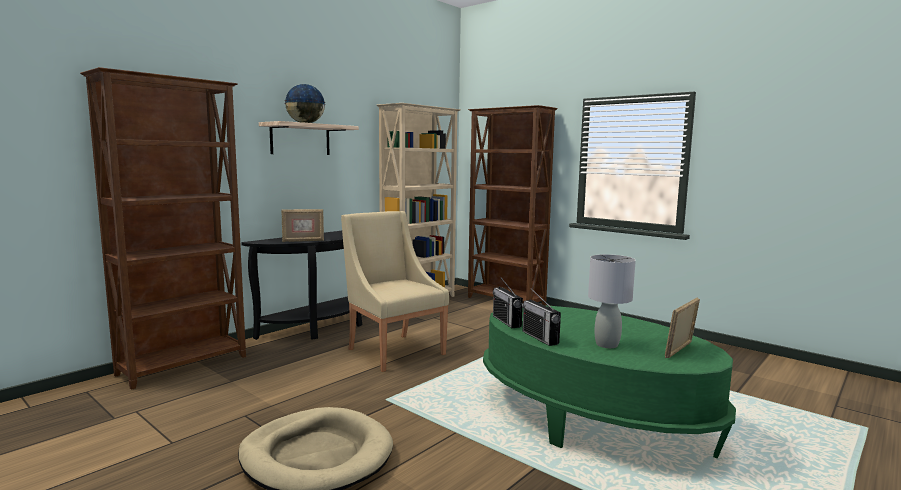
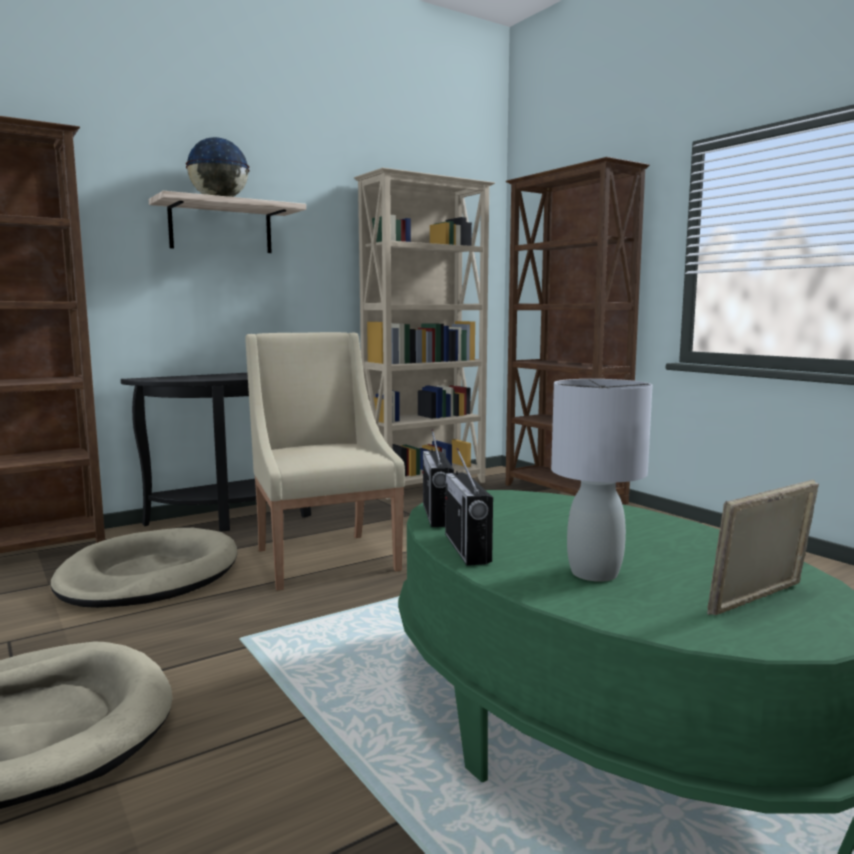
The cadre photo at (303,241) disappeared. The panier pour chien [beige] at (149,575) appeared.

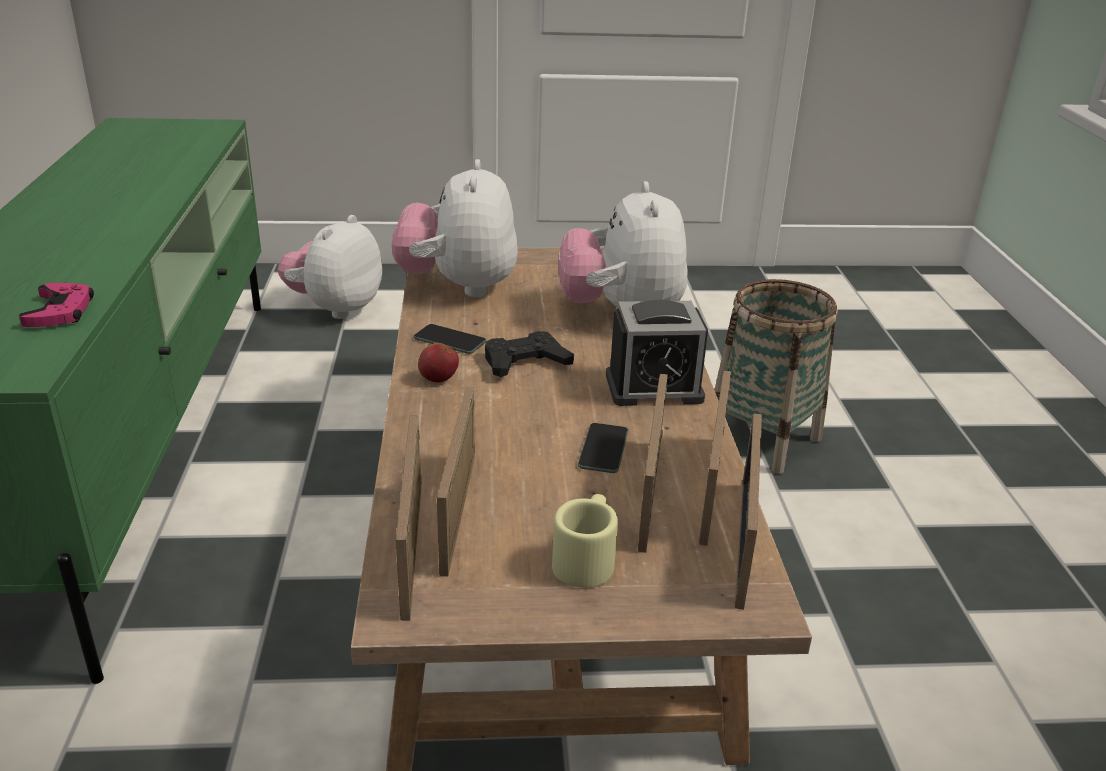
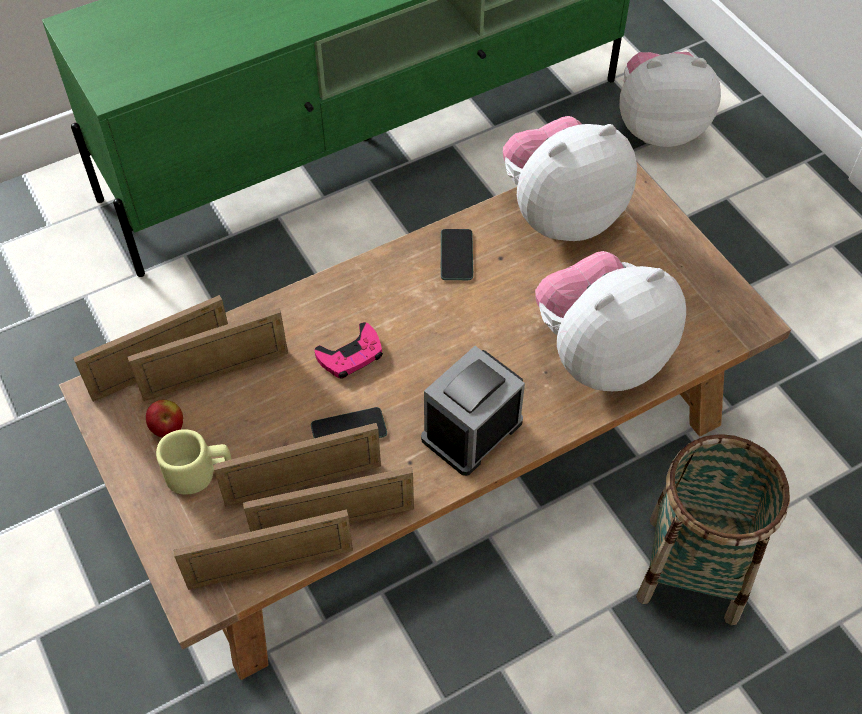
The manette [rose] moved from (60,311) to (351,355). The réveil at (654,388) turned 75 degrees clockwise. The manette [noir] at (525,362) disappeared. The pomme moved from (438,379) to (168,428).

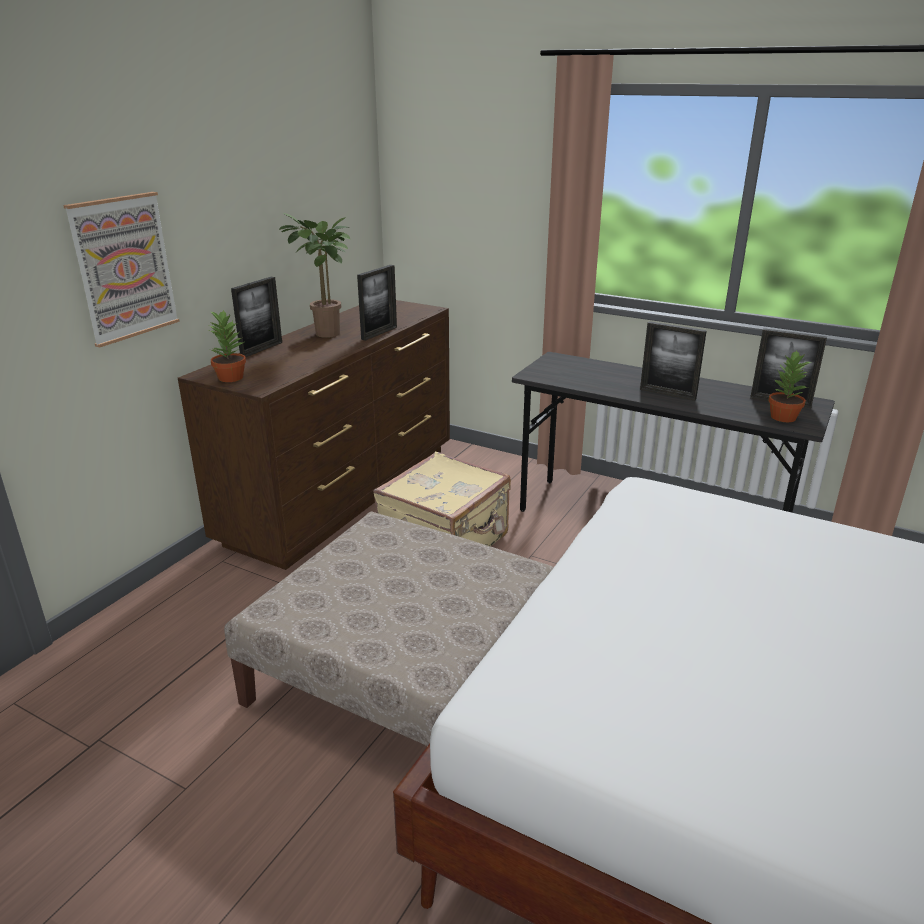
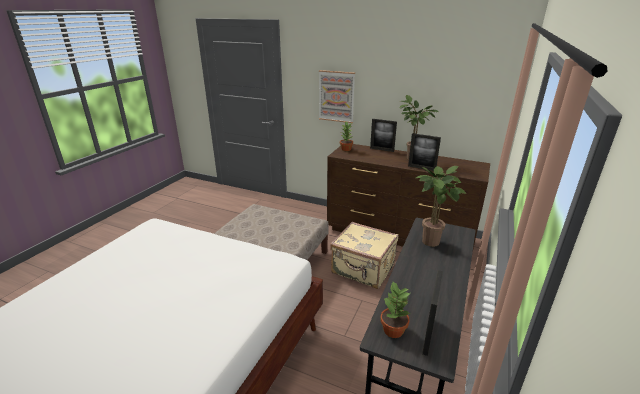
The cadre photo at (667,394) disappeared. The plante en pot at (431,243) appeared.

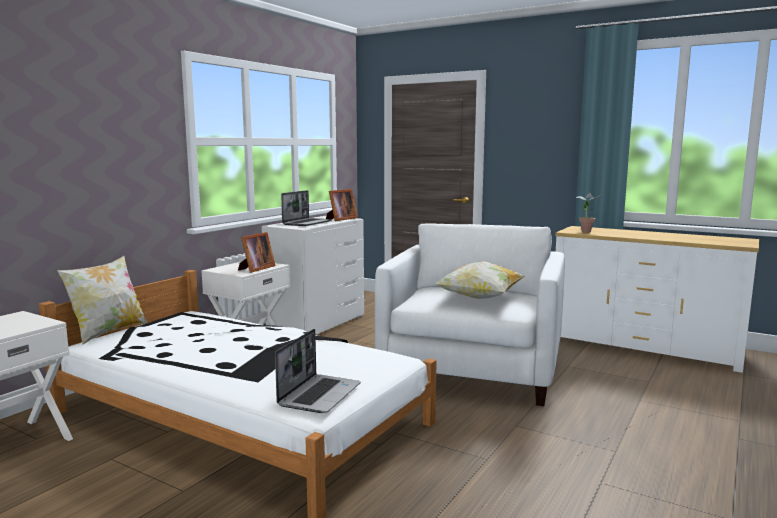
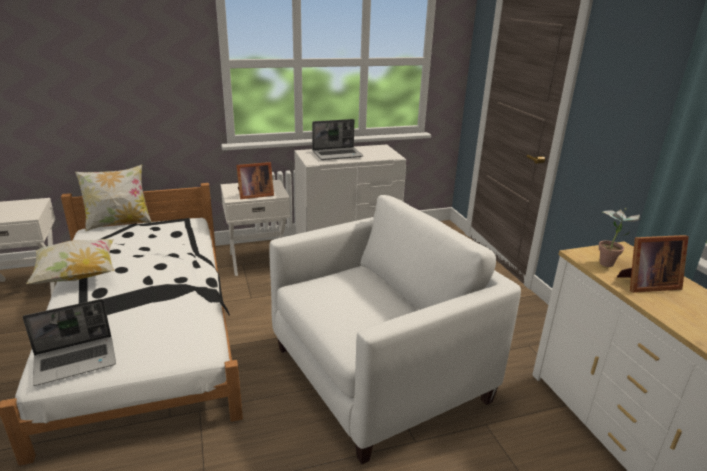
The cadre photo moved from (340,219) to (645,284). The coussin moved from (479,298) to (77,276).

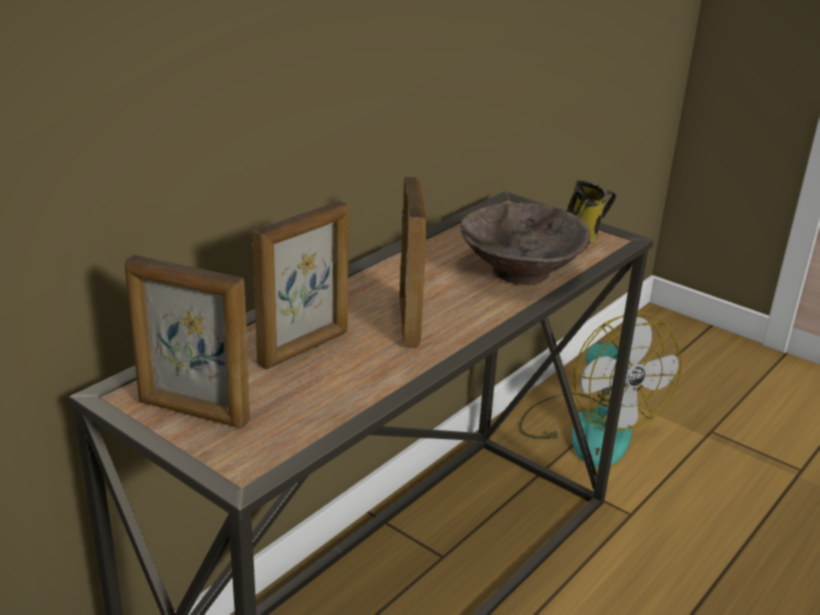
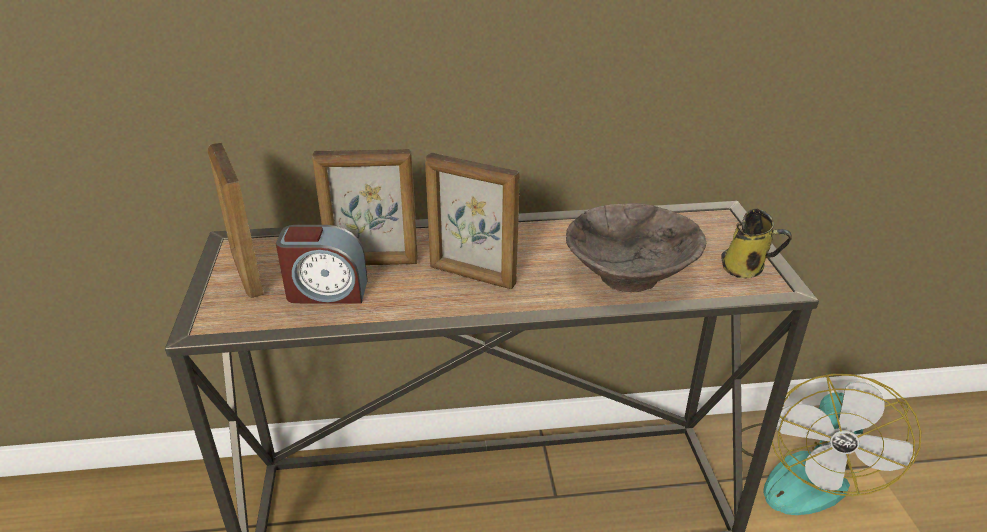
The cadre photo at (409,321) turned 75 degrees clockwise. The réveil at (326,291) appeared.

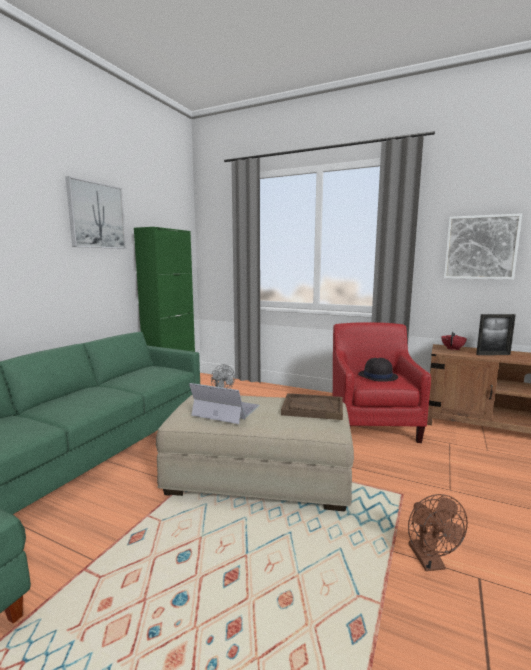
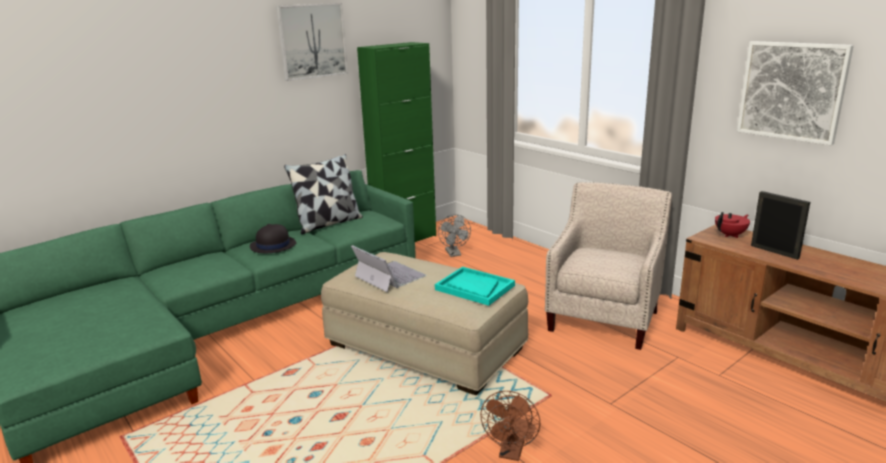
The cadre photo at (493,354) turned 150 degrees counterclockwise. The fauteuil [rouge] at (373,424) became the fauteuil [beige] at (605,317). The chapeau [noir] moved from (377,376) to (273,245). The plateau [marron] at (312,408) became the plateau [turquoise] at (474,288). The coussin at (328,223) appeared.

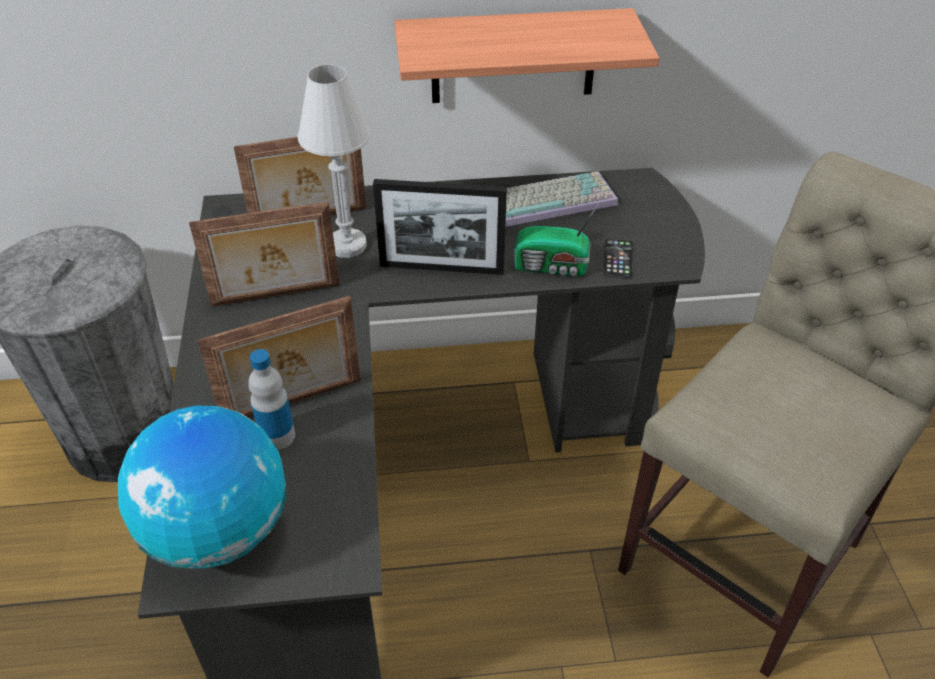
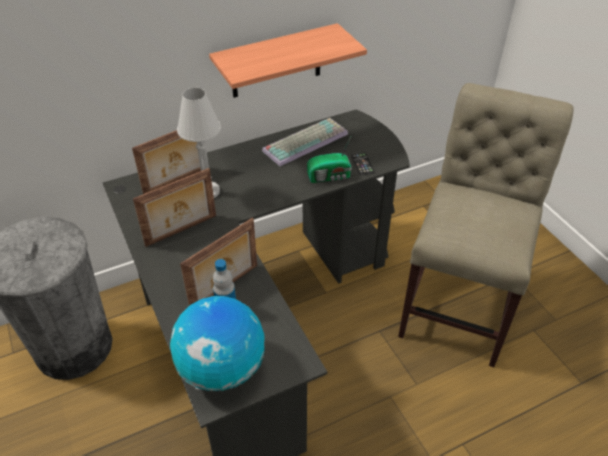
The cadre photo at (441,268) disappeared.

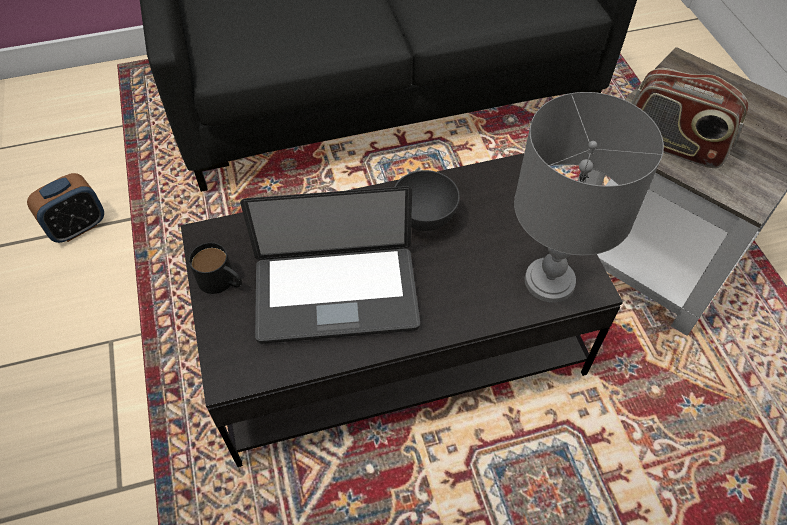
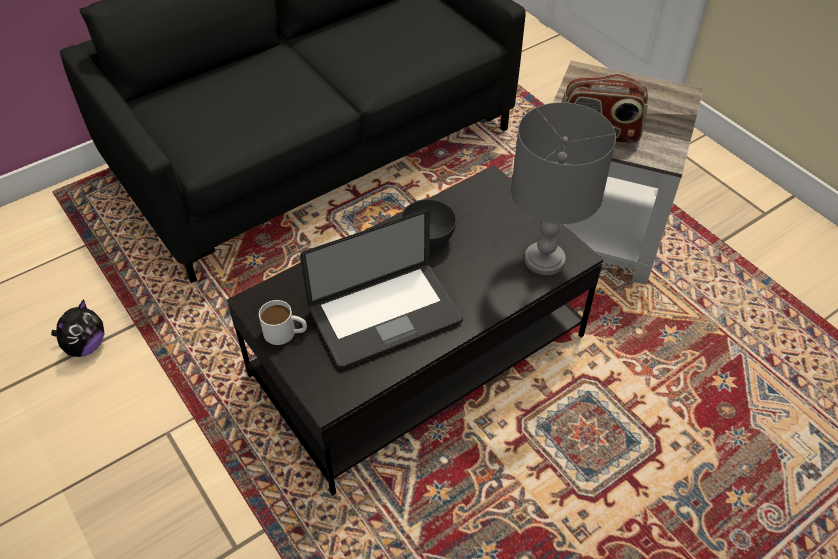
The réveil at (78,227) was replaced by the peluche at (85,346). The mug [noir] at (222,281) became the mug [blanc] at (285,333).

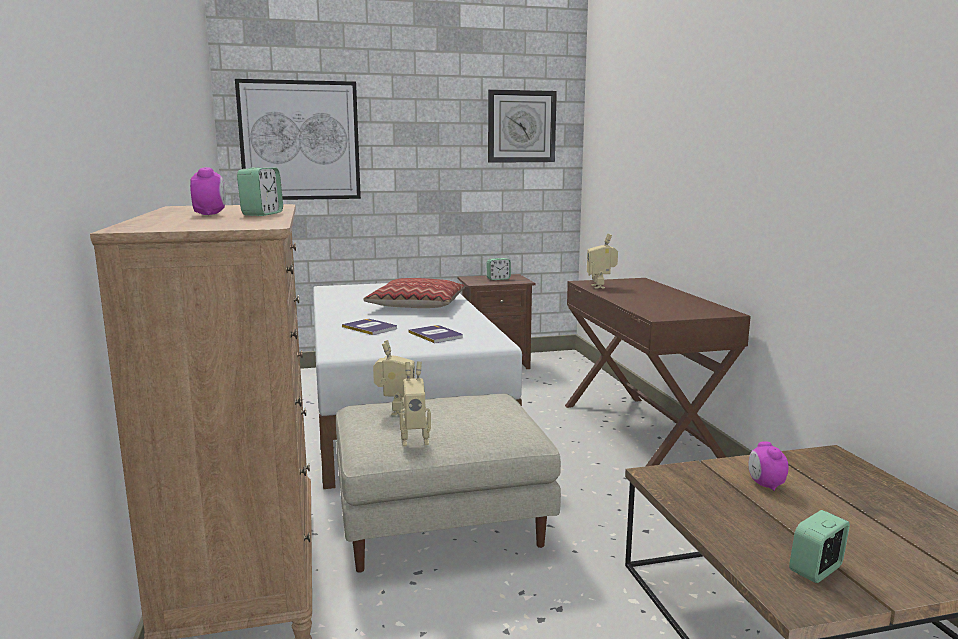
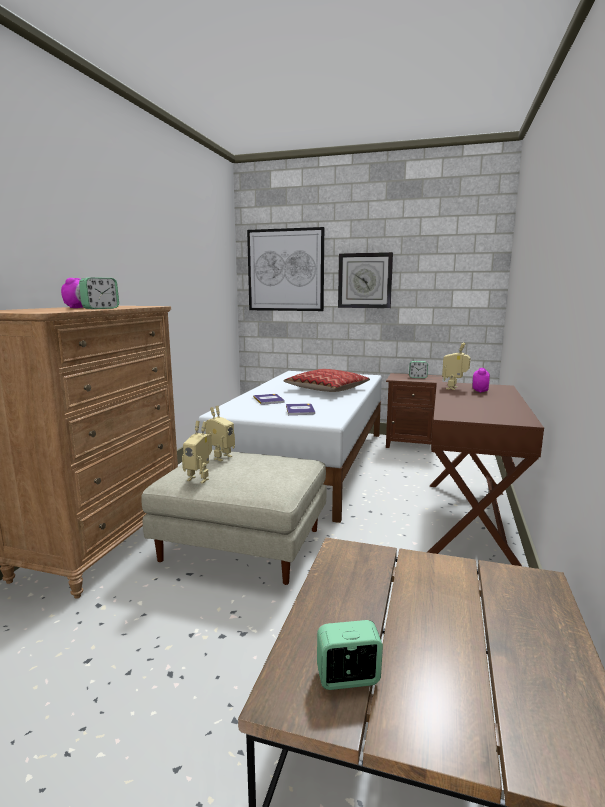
The horloge murale moved from (521,126) to (365,280). The réveil moved from (765,485) to (479,391).

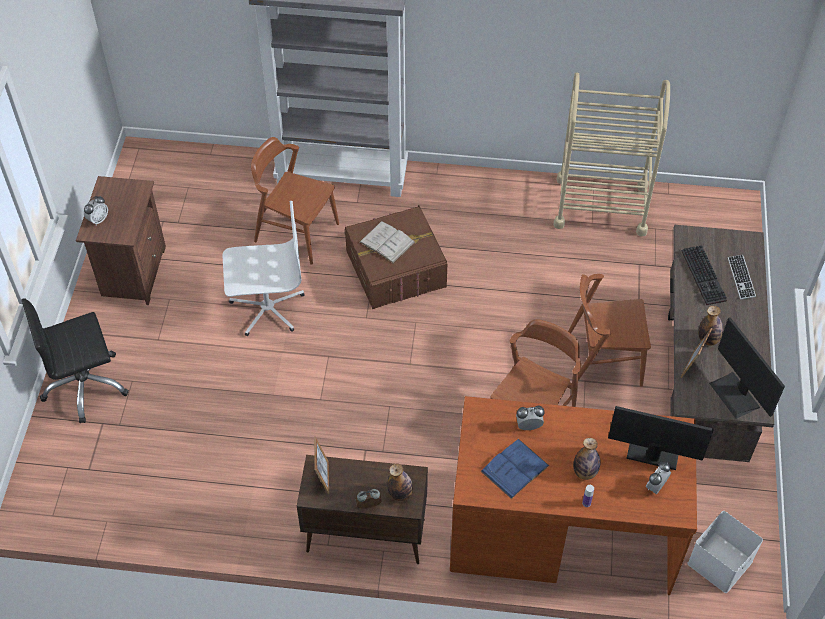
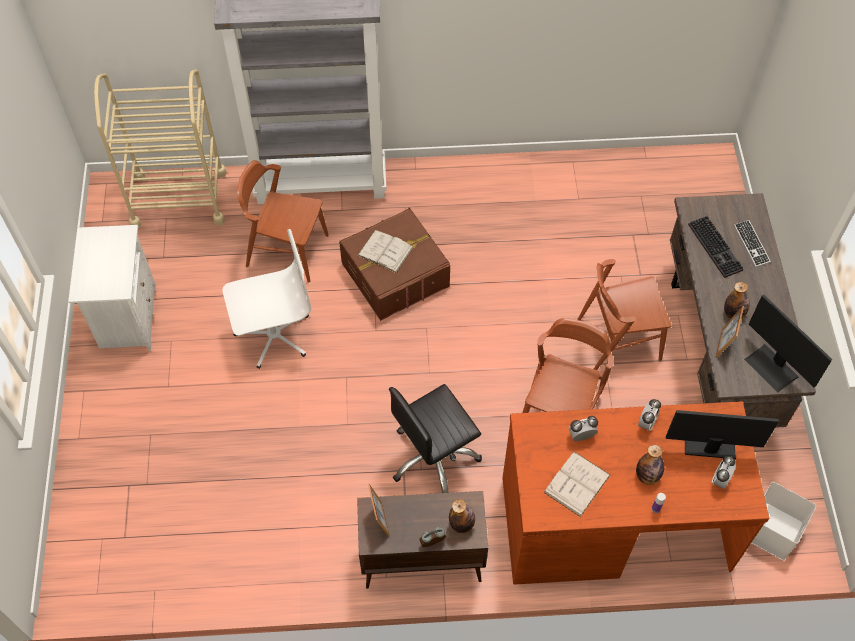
The chariot [beige] moved from (601,206) to (179,198). The table de chevet [marron] at (132,272) became the table de chevet [blanc] at (127,318). The réveil moved from (98,219) to (646,423). The chaise de bureau [noir] moved from (85,386) to (434,457). The livre [bleu] at (515,468) became the livre [blanc] at (577,483).

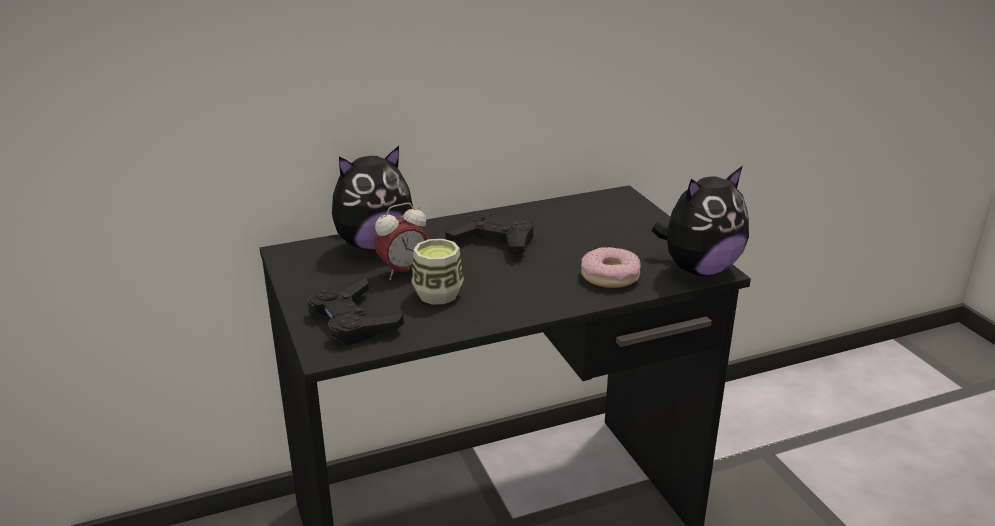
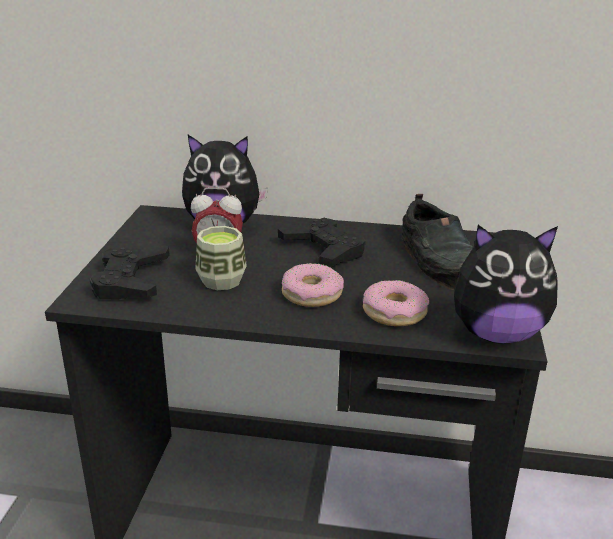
The chaussure [noir] at (440,259) appeared. The beignet at (312,294) appeared.

